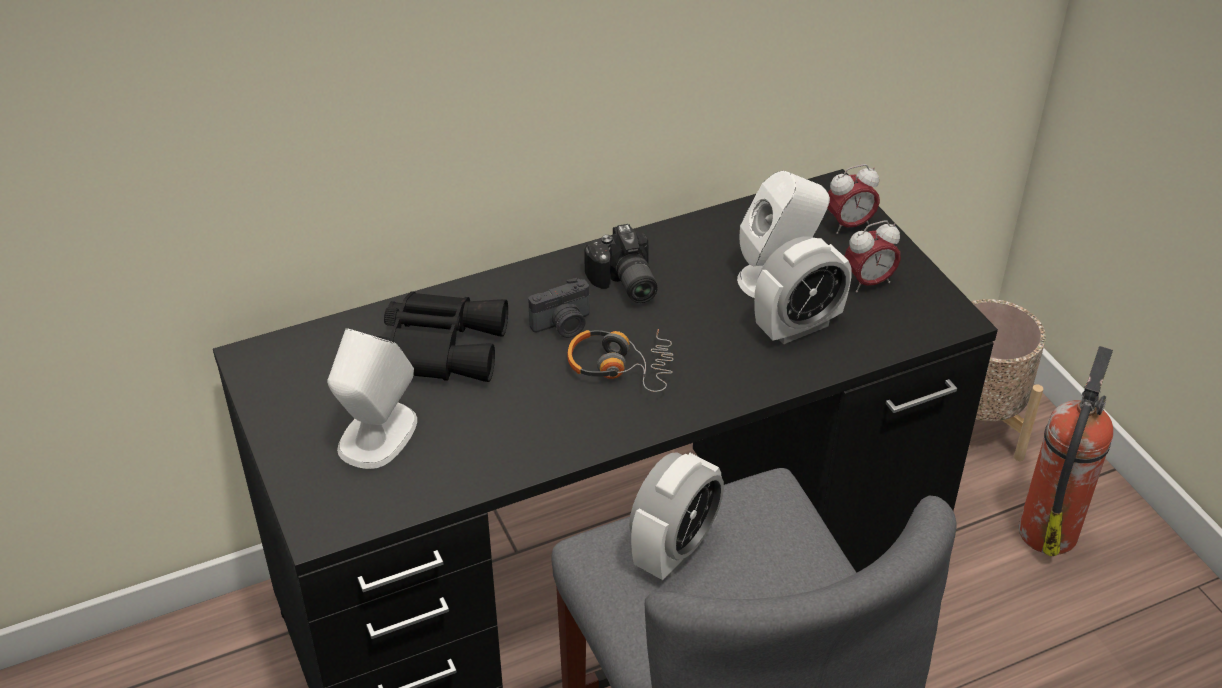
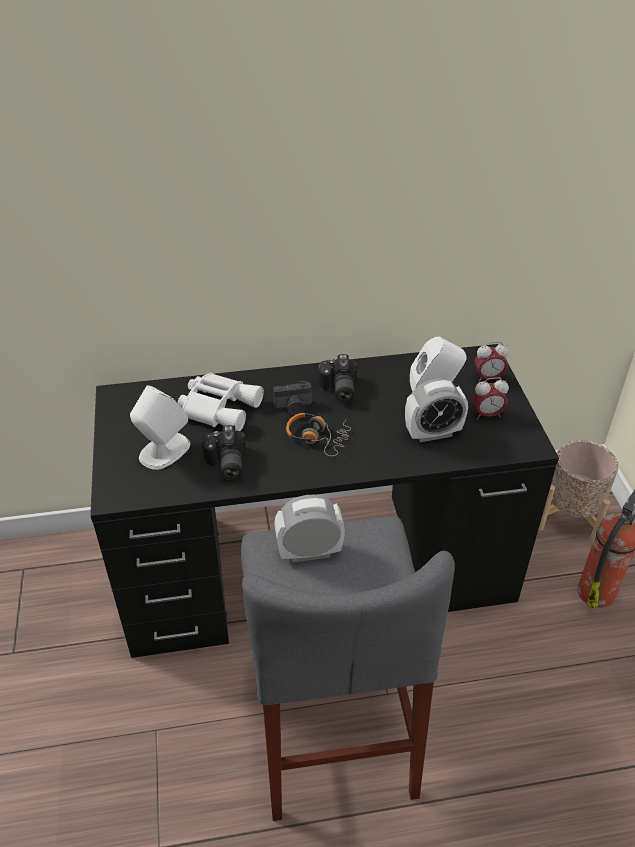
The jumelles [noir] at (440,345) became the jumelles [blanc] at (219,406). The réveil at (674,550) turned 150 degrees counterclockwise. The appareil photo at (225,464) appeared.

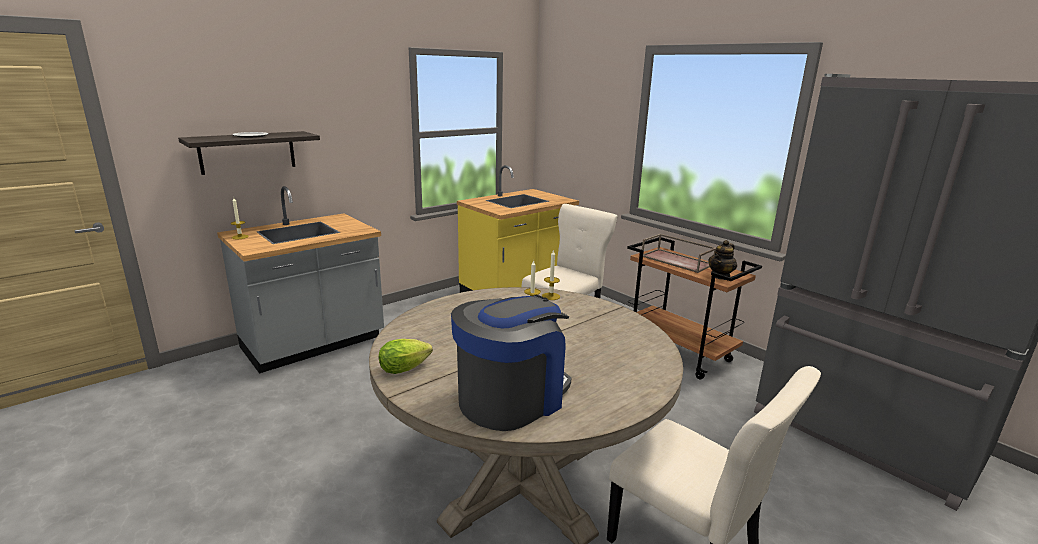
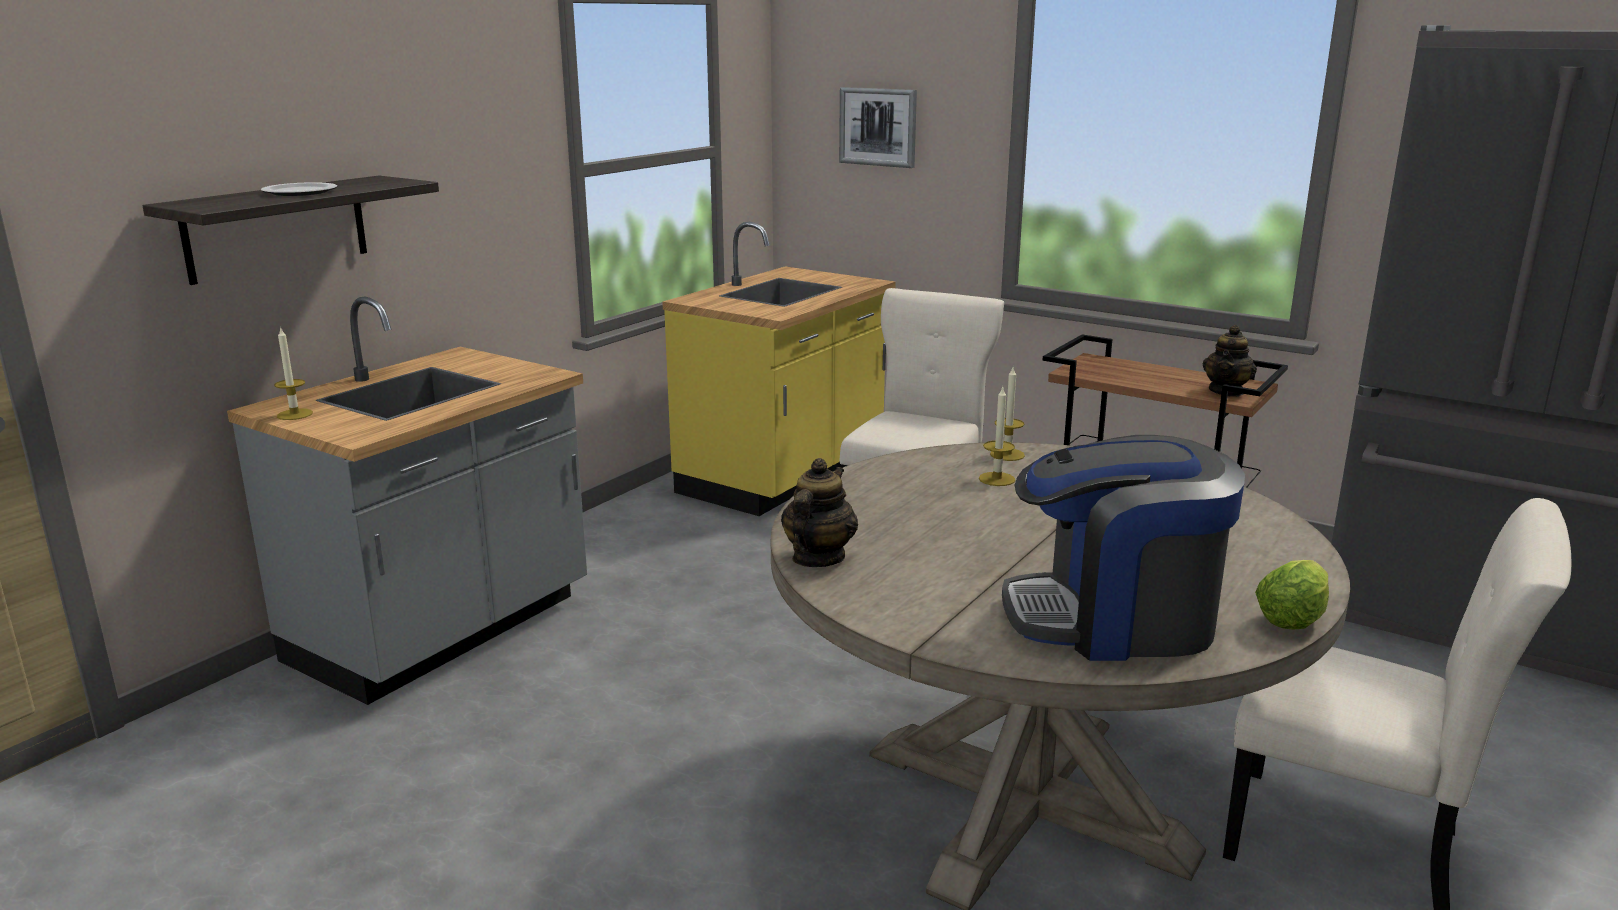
The plateau [marron] at (677,260) disappeared. The machine à café at (511,398) turned 120 degrees counterclockwise. The laitue moved from (407,368) to (1294,617). The tableau at (878,127) appeared. The théière at (817,558) appeared.

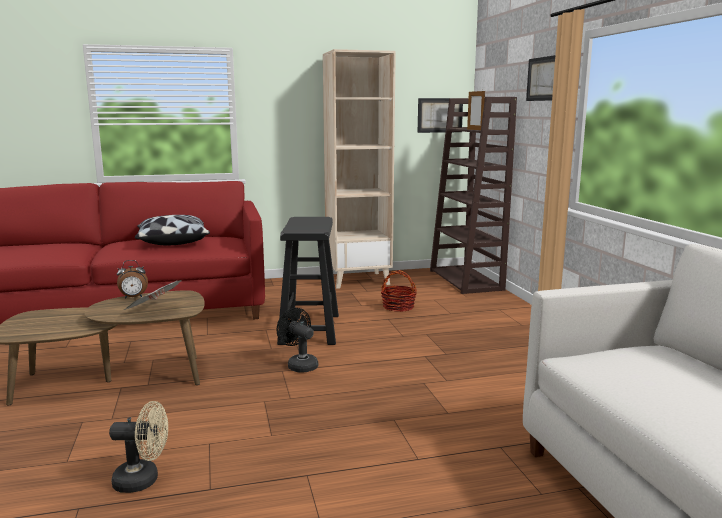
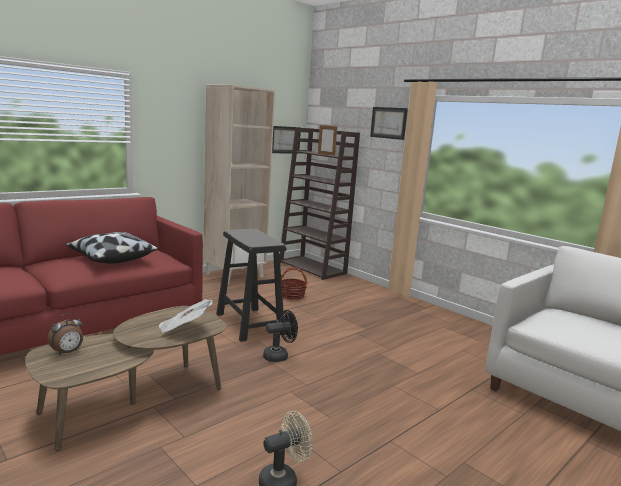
The réveil moved from (133,297) to (67,352). The ventilateur [noir] at (299,365) turned 135 degrees clockwise.

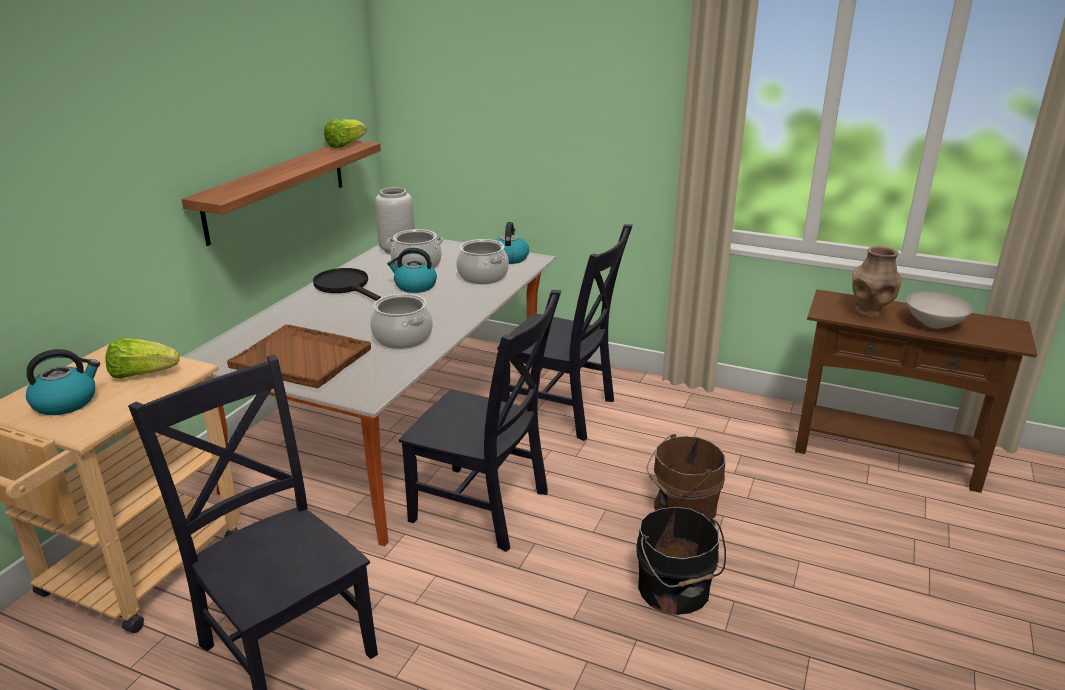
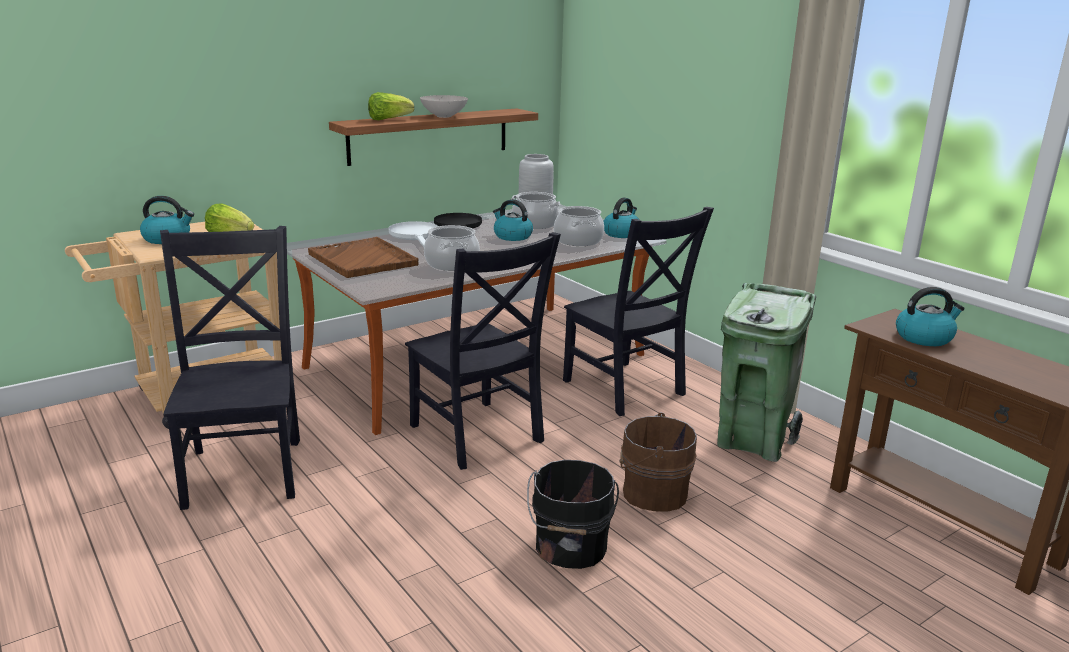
The laitue moved from (345,145) to (388,119). The vase [marron] at (869,313) was replaced by the bouilloire at (924,337). The bol [blanc] moved from (933,324) to (444,116). The poêle [blanc] at (416,236) appeared. The poubelle [vert] at (752,441) appeared.

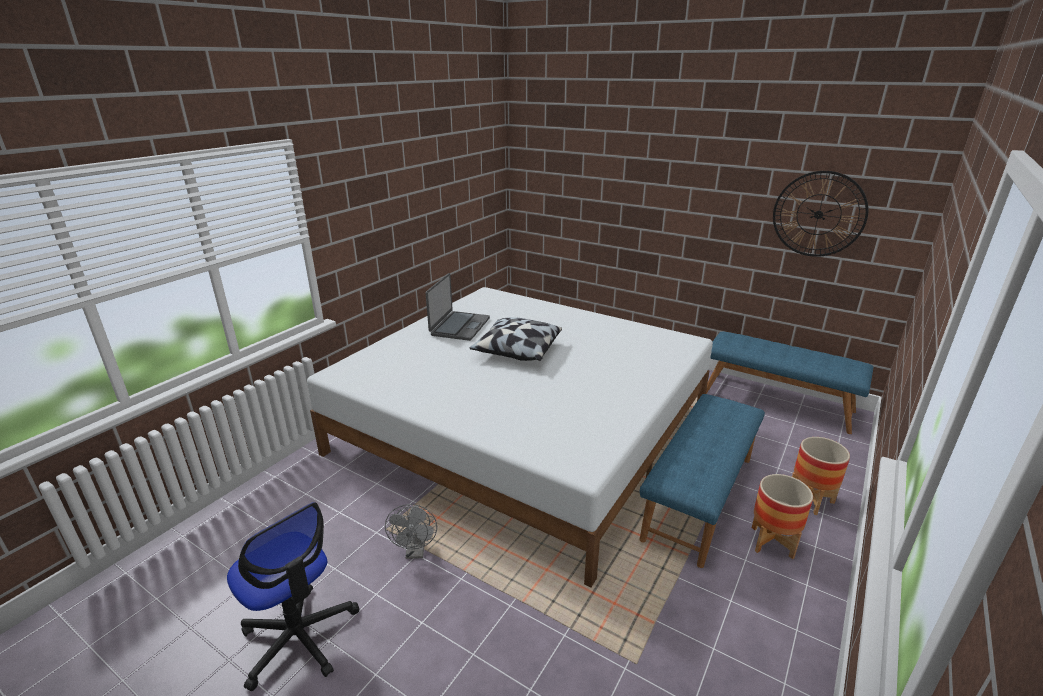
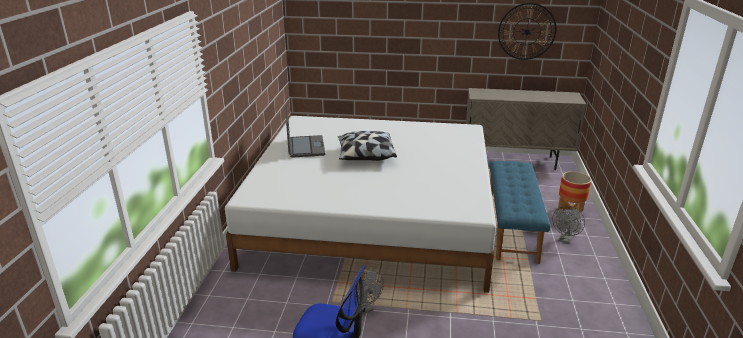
The banc [bleu] at (777,401) was replaced by the meuble de rangement [beige] at (516,161). The cache-pot at (772,542) was replaced by the ventilateur [gris] at (565,240).

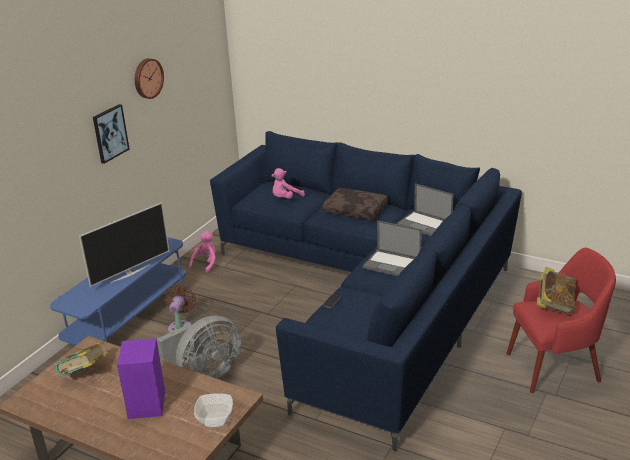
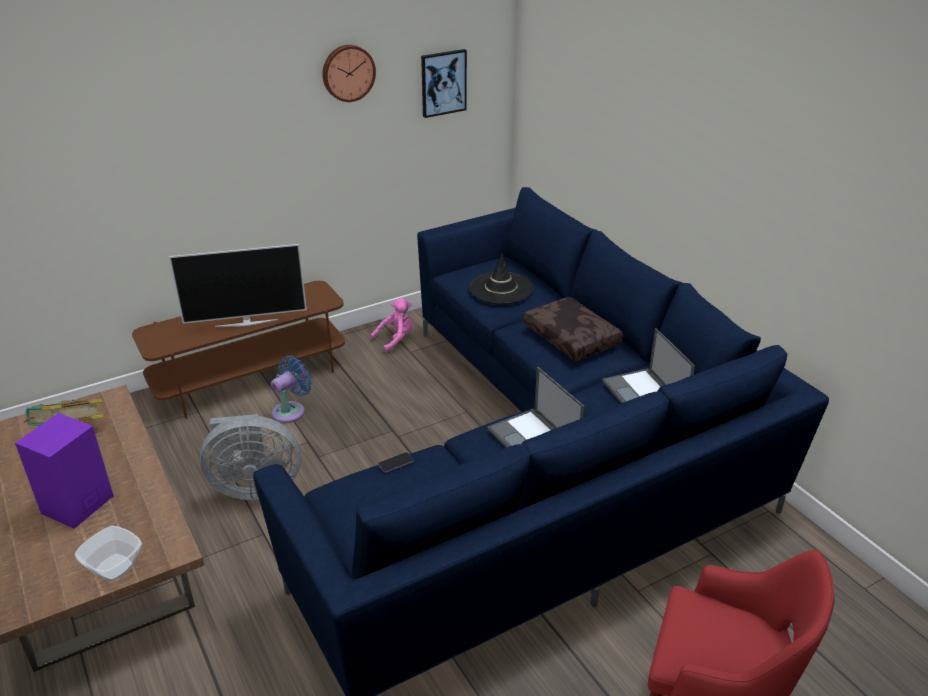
The tableau moved from (110,133) to (443,83). The peluche [rose] at (286,198) was replaced by the chapeau [noir] at (501,288). The meuble télé [bleu] at (129,319) became the meuble télé [marron] at (251,377). The livre at (554,305) disappeared. The ventilateur [marron] at (181,326) became the ventilateur [bleu] at (291,411).

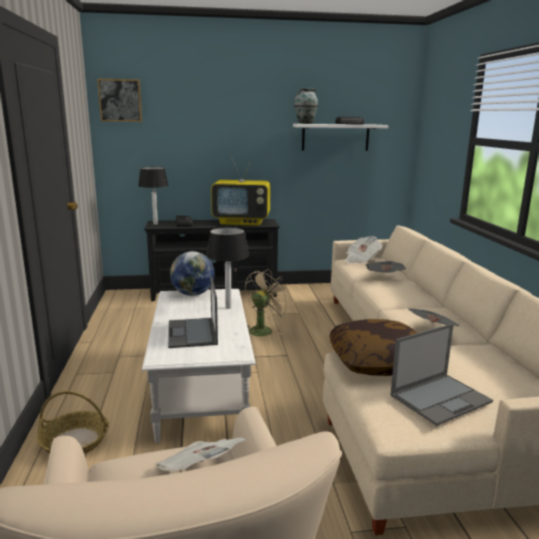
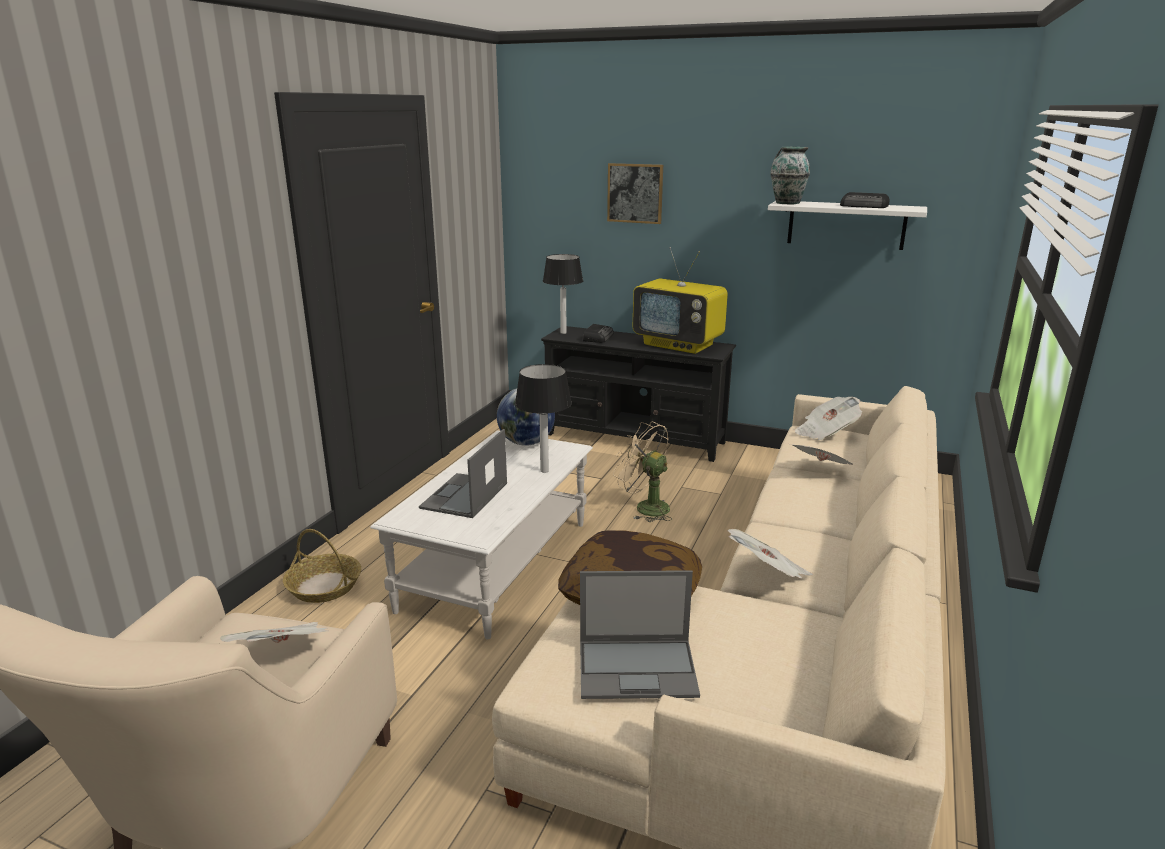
The tableau moved from (120,100) to (635,193). The ventilateur [beige] at (263,329) turned 120 degrees counterclockwise.

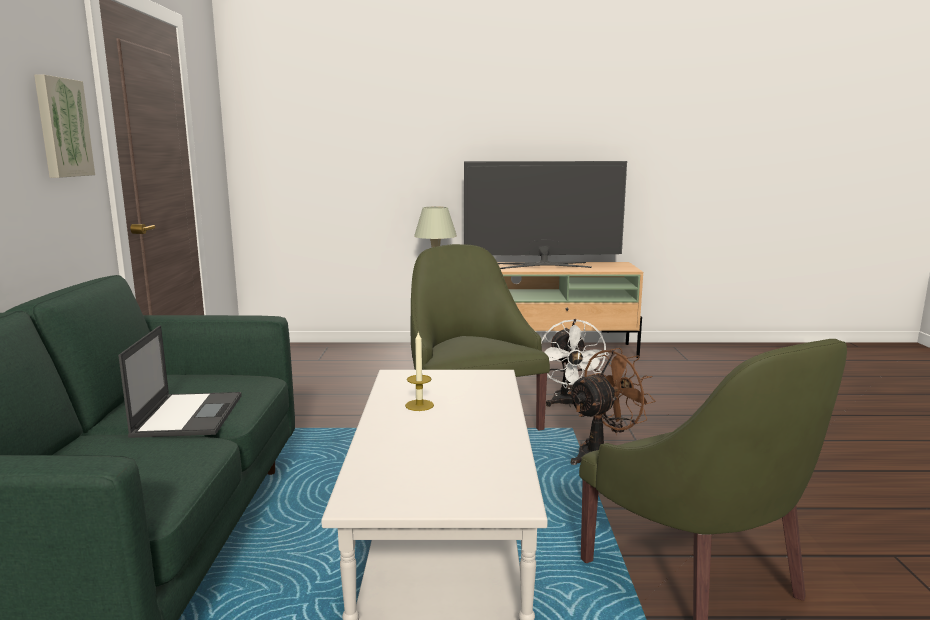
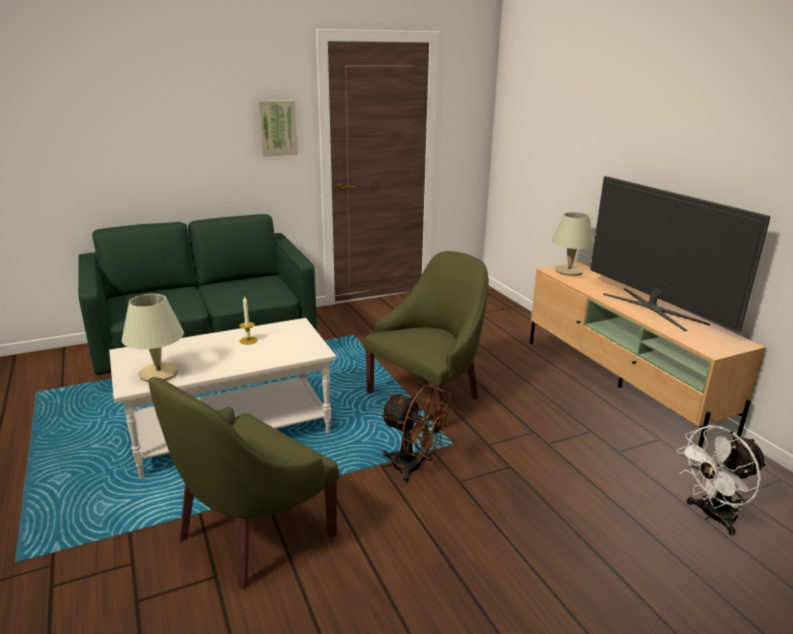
The ventilateur [blanc] moved from (568,404) to (712,516). The ordinateur portable at (189,414) disappeared. The lampe de table [beige] at (159,373) appeared.

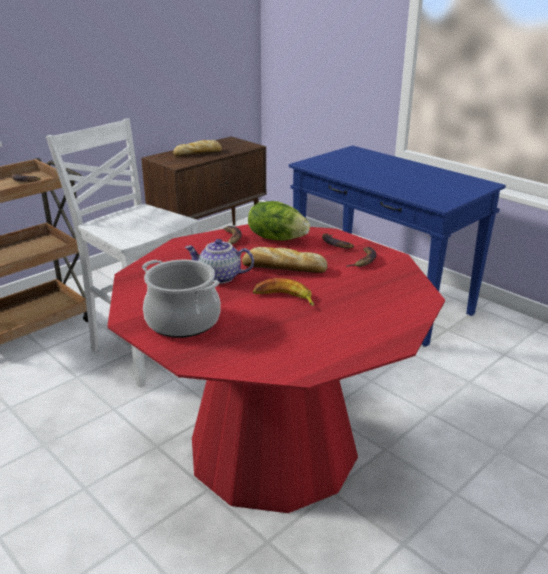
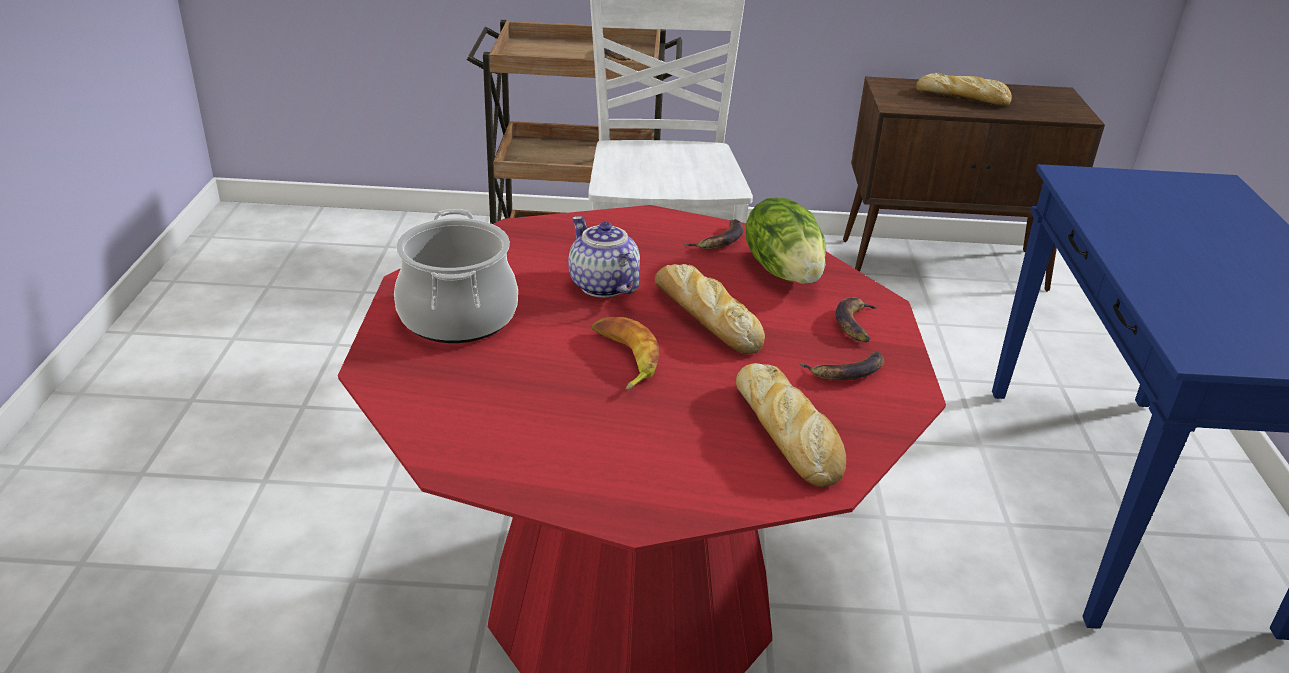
The pain at (788,434) appeared.

